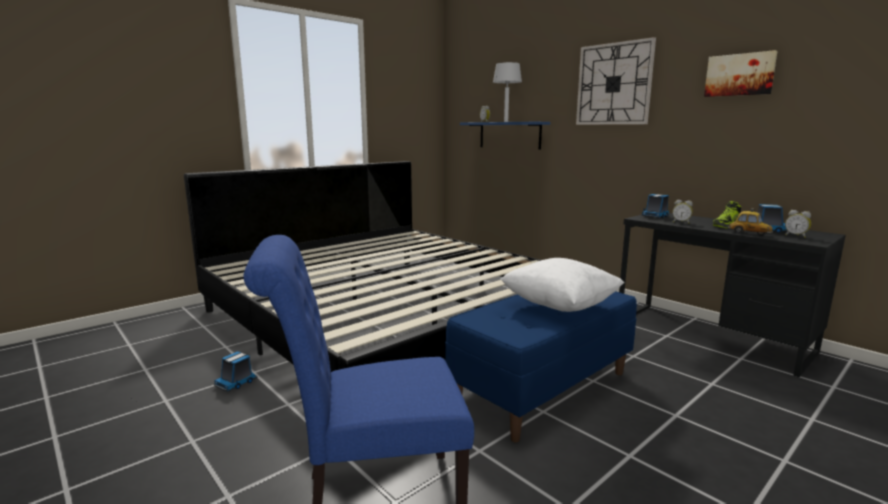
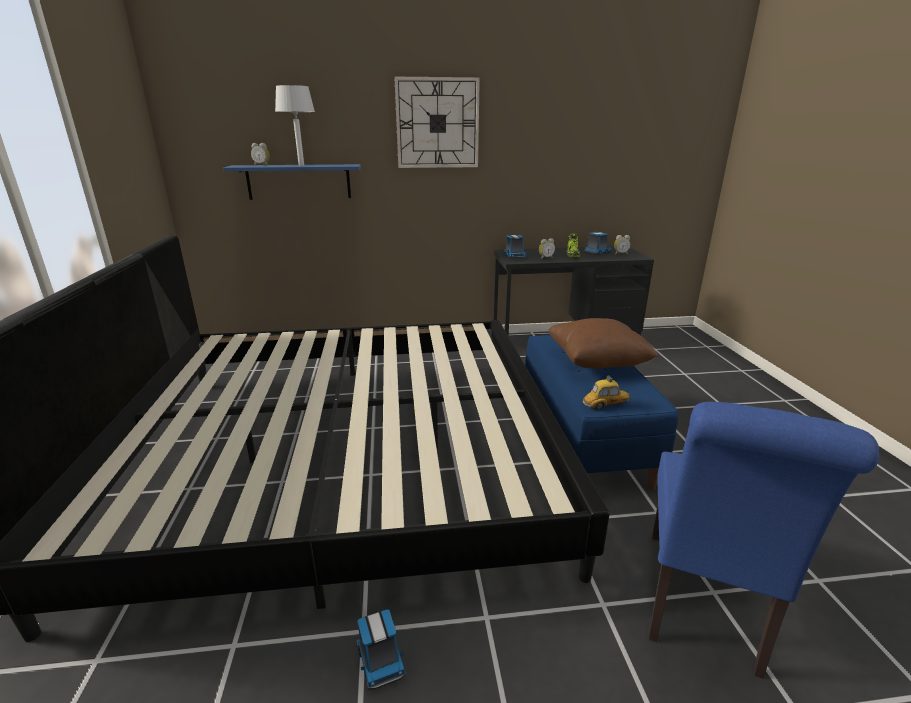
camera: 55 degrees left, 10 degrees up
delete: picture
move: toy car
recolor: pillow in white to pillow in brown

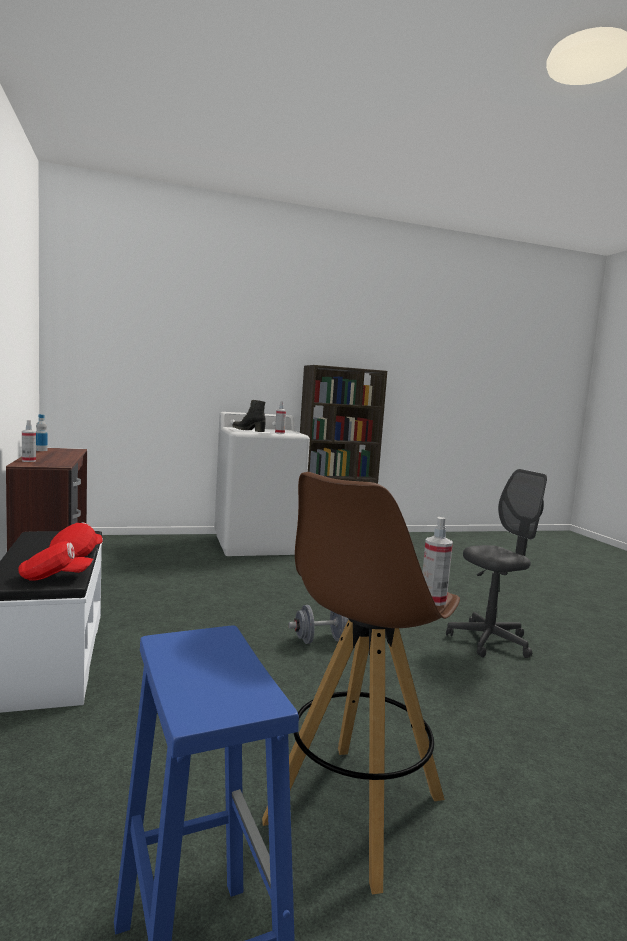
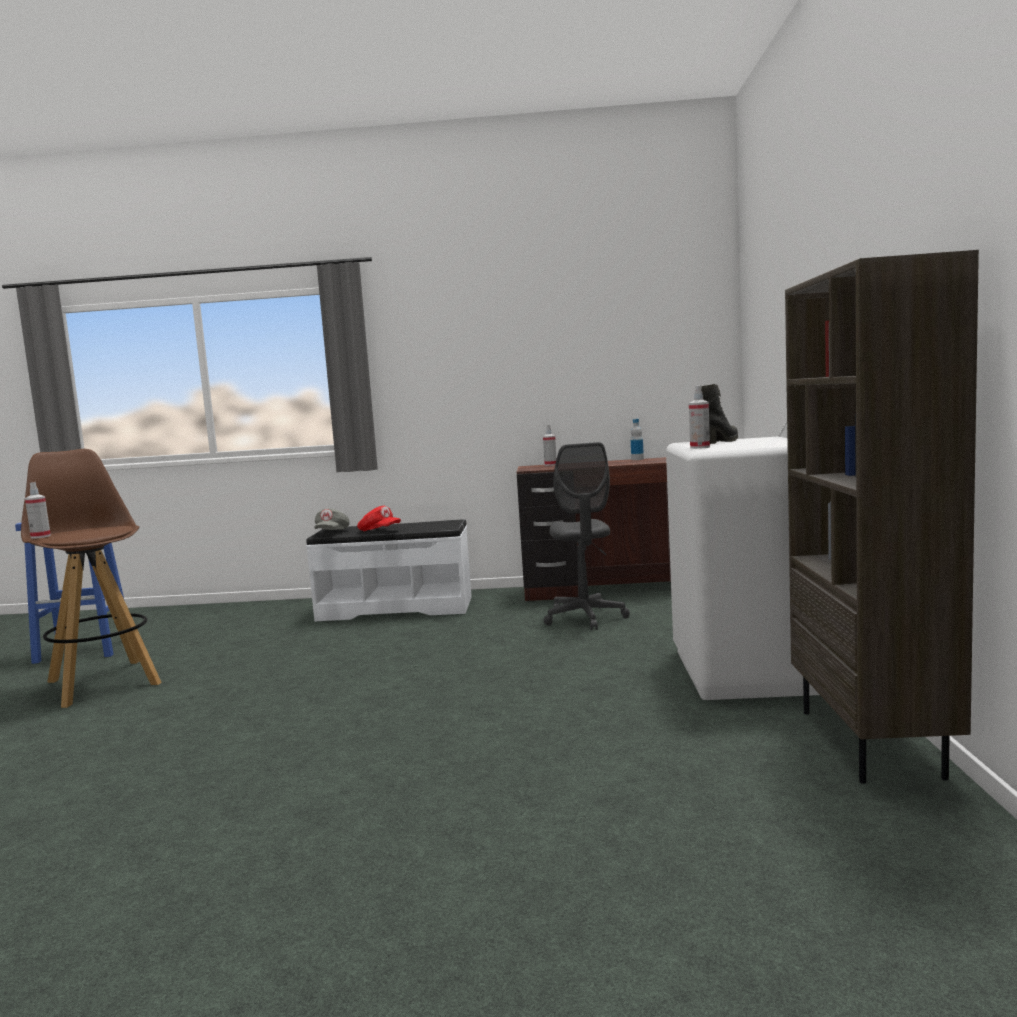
camera: 110 degrees right, 0 degrees up
delete: dumbbell in grey
move: office chair in grey
recolor: cap in red (1st from left) to cap in grey

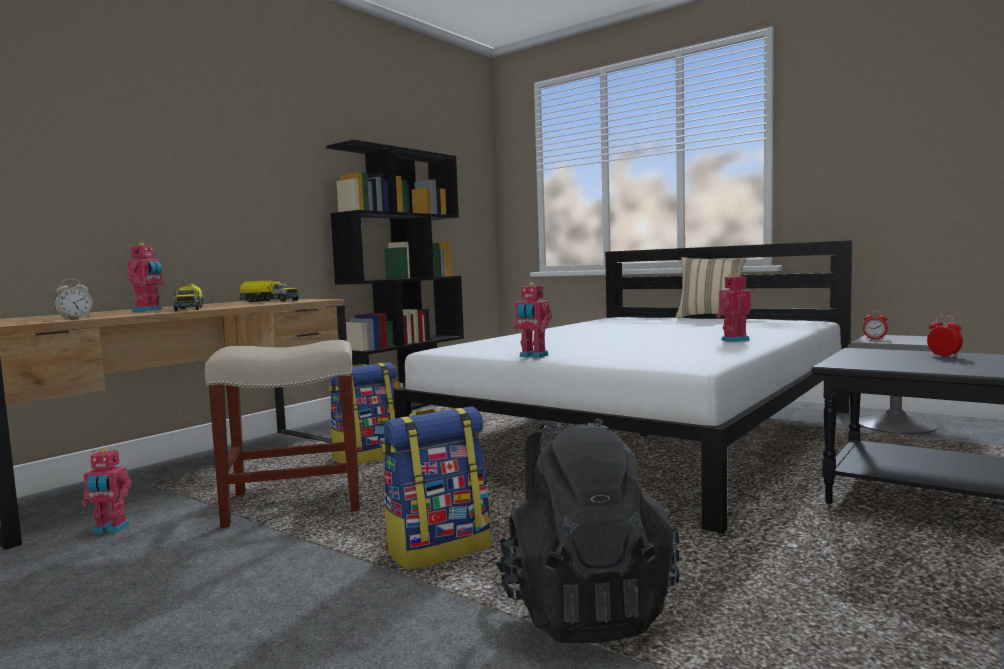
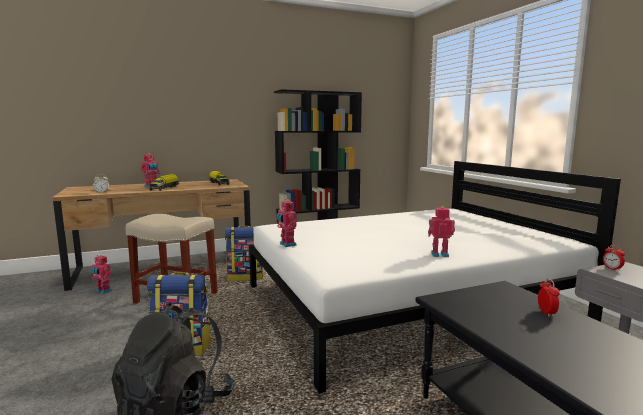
camera: 30 degrees right, 5 degrees up
delete: pillow in beige

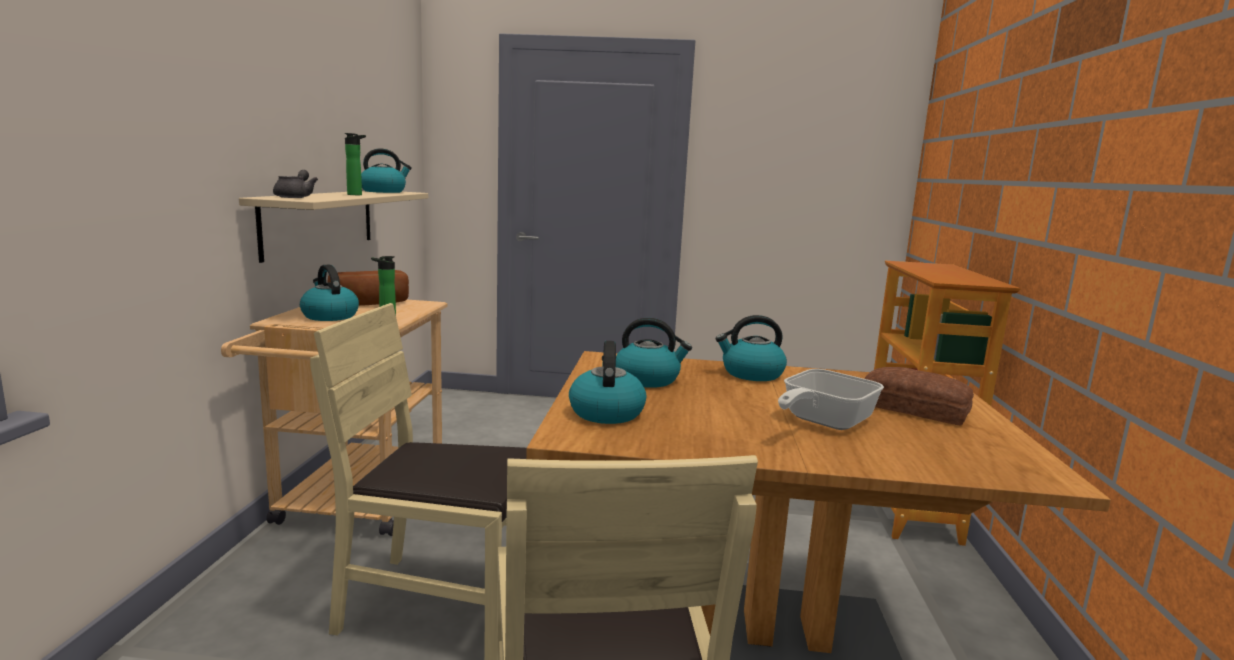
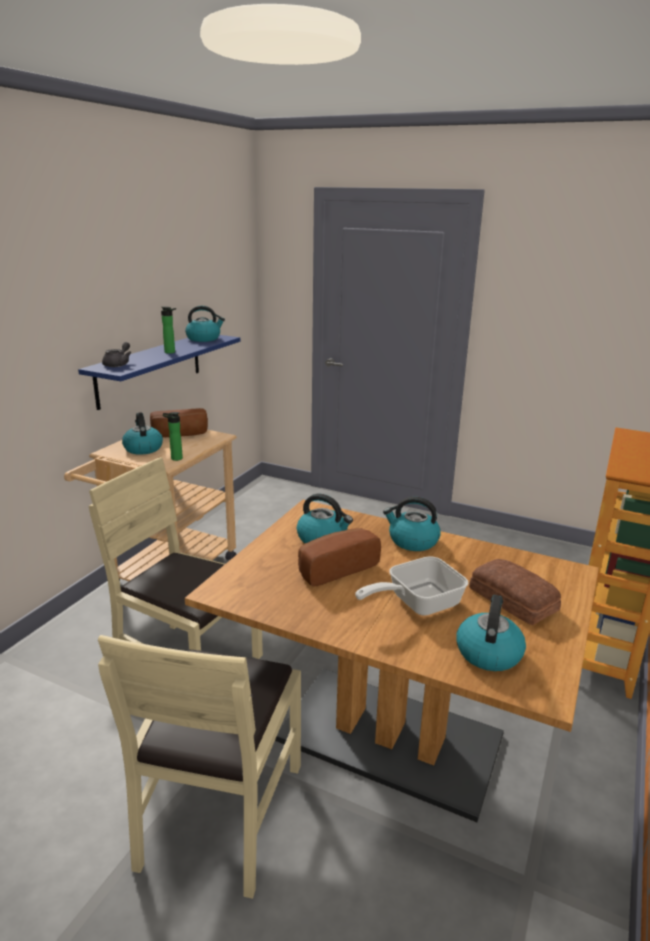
camera: 20 degrees right, 10 degrees up
insert: bread (2nd from left)
move: kettle (3rd from left in the first image) to kettle (5th from left)
recolor: shelf in beige to shelf in blue

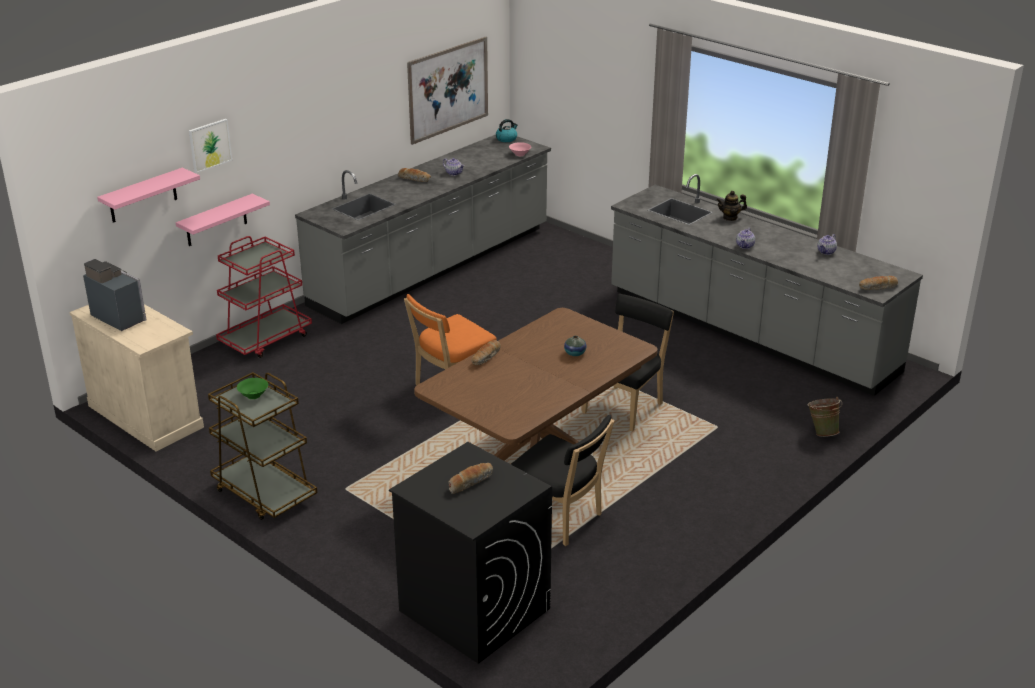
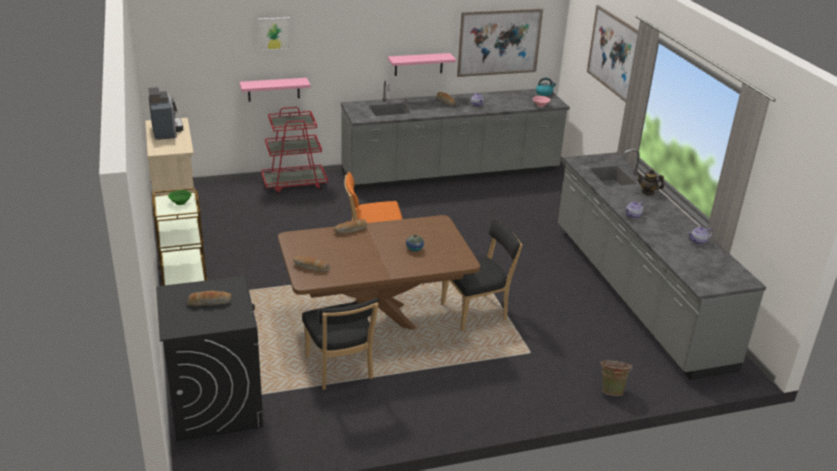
camera: 30 degrees right, 0 degrees up
insert: picture (3rd from left)
move: shelf in pink (1st from left in the first image) to shelf in pink (2nd from left); bread (4th from left in the first image) to bread (2nd from left)

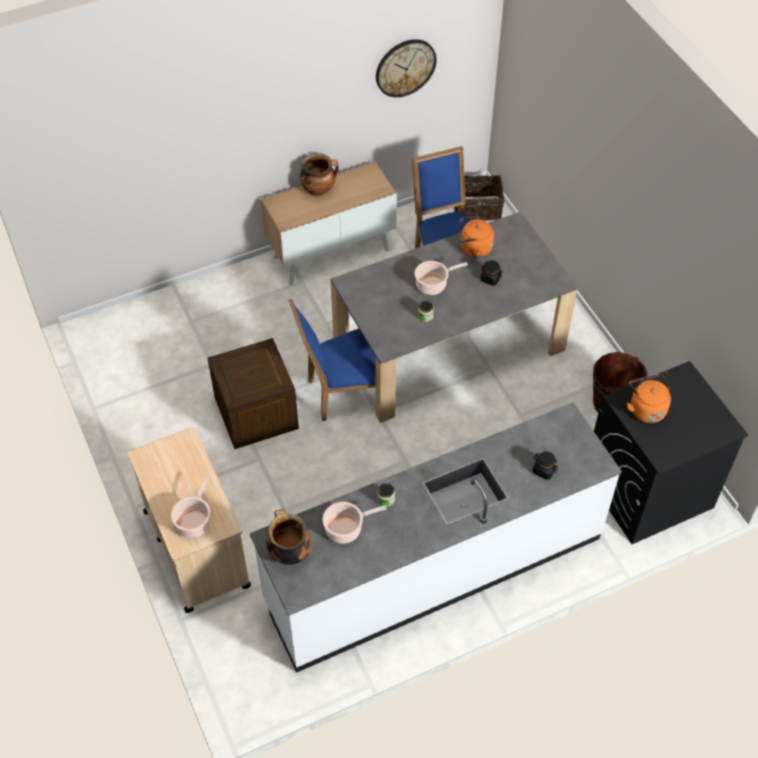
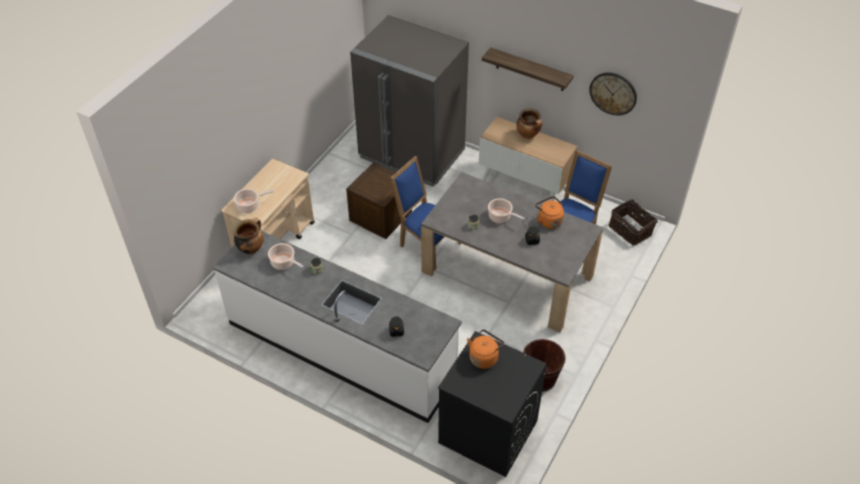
camera: 55 degrees right, 5 degrees down
insert: fridge in grey; shelf

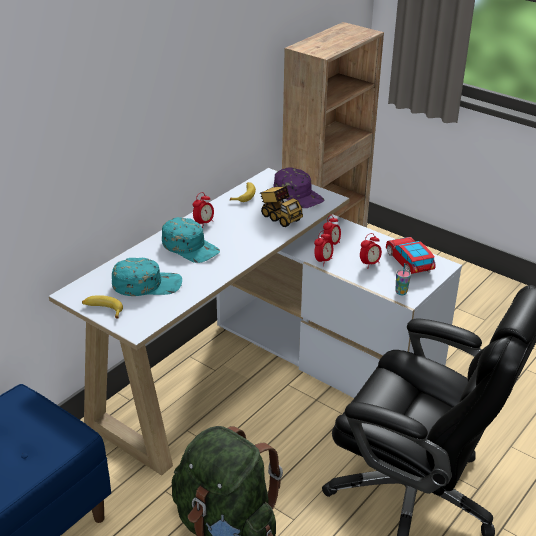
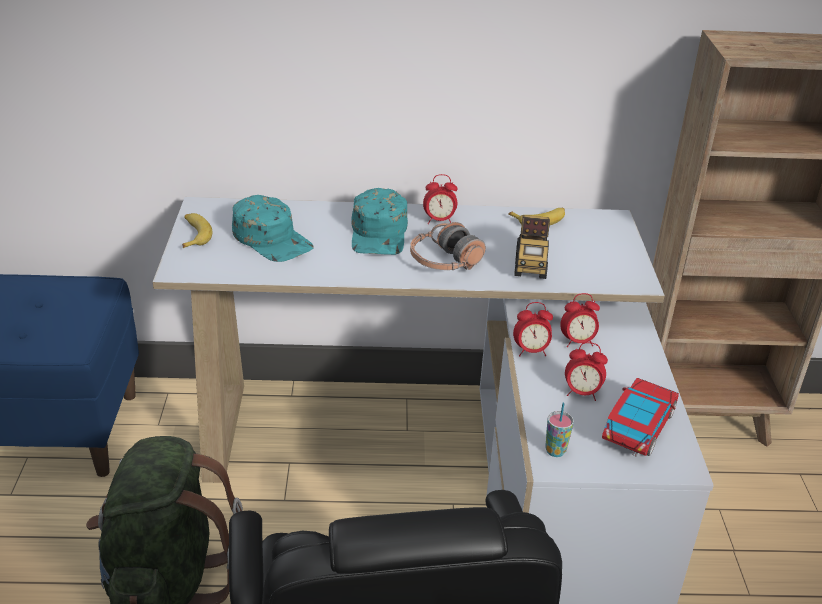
camera: 50 degrees right, 0 degrees up
delete: cap in purple
insert: headphones

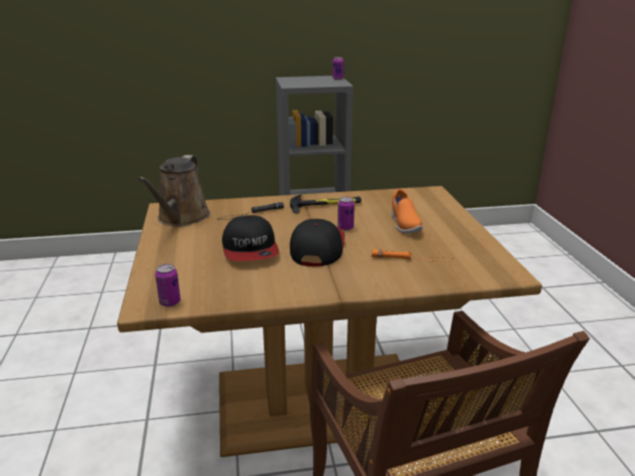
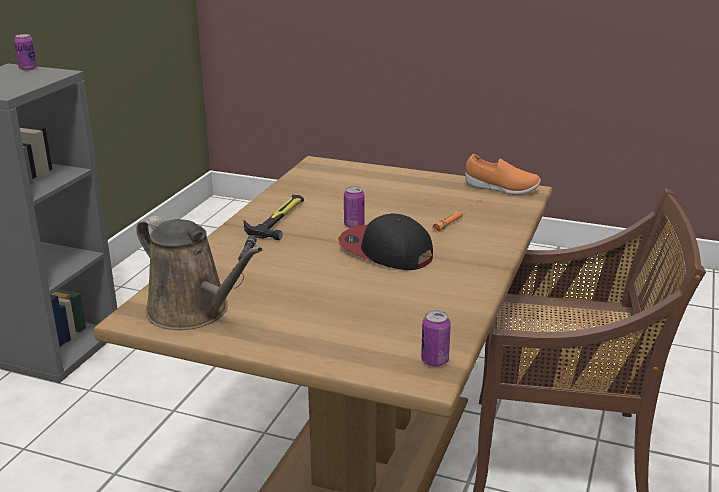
camera: 60 degrees left, 0 degrees up
delete: cap (1st from left)
move: shoe in orange

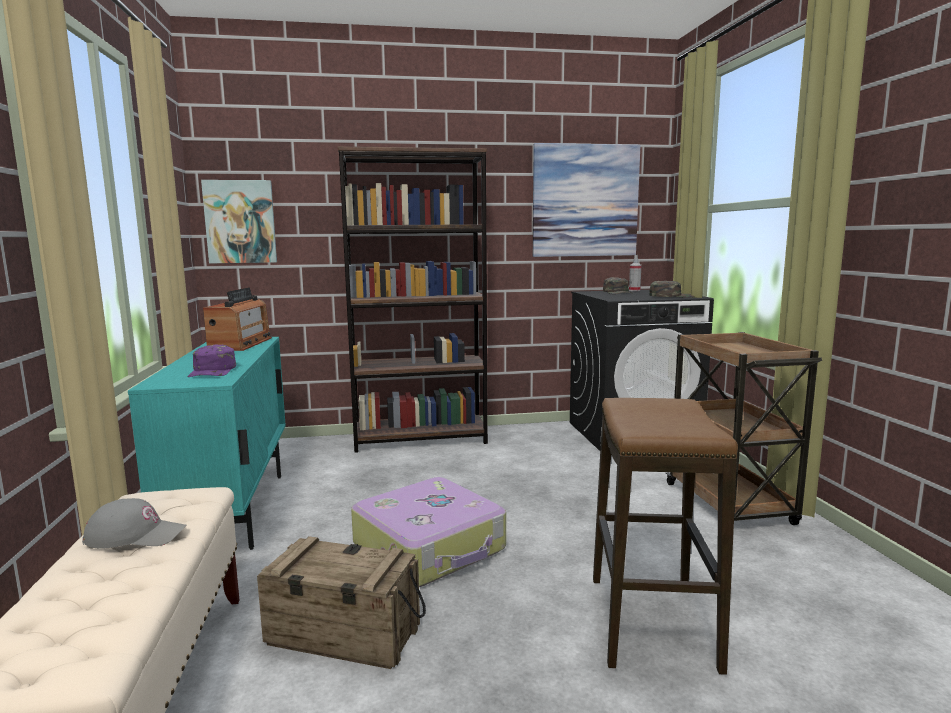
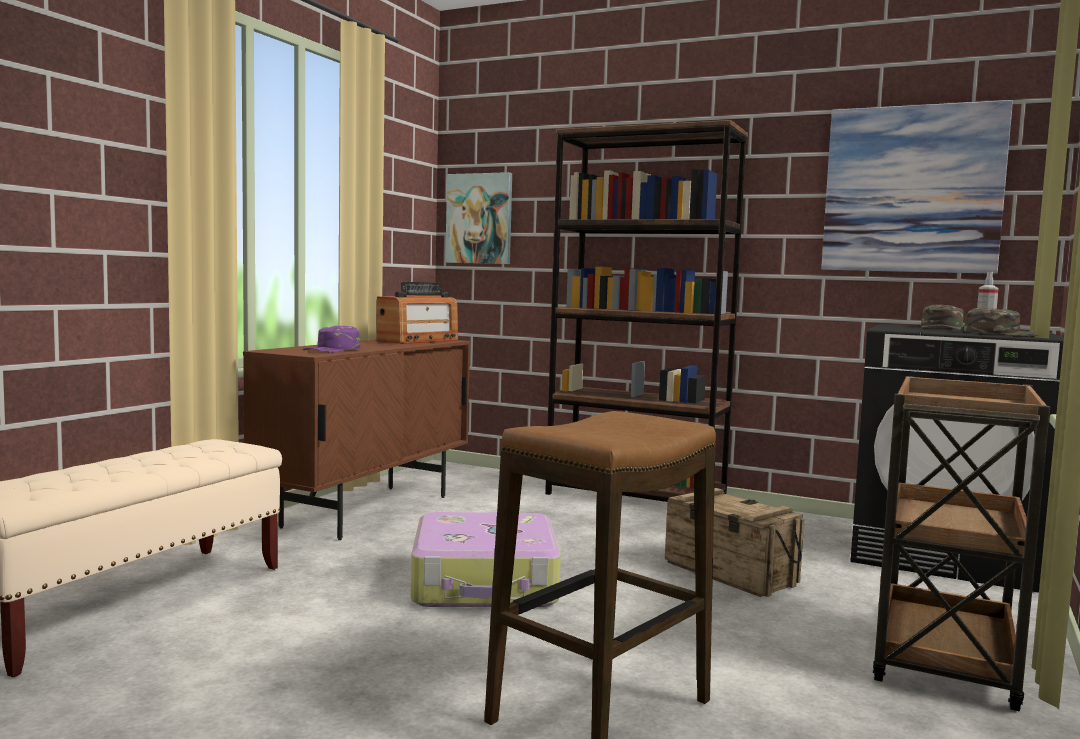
camera: 35 degrees right, 5 degrees down
delete: cap in grey
move: crate
recolor: cabinet in turquoise to cabinet in brown

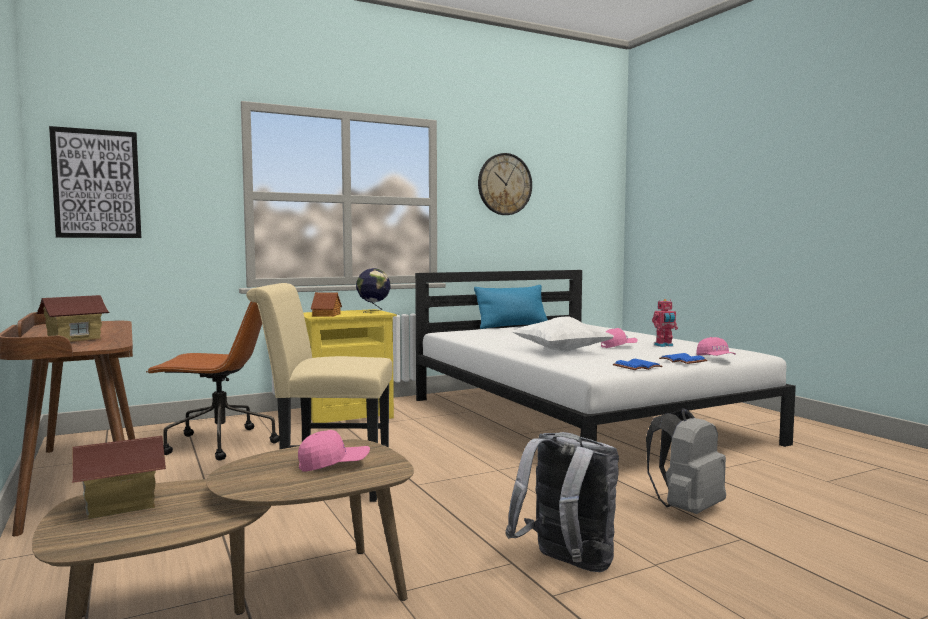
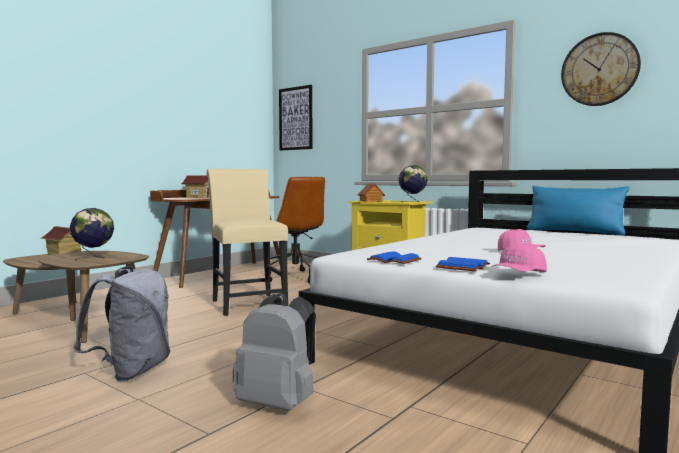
camera: 65 degrees right, 0 degrees up
delete: toy robot; pillow in white
replace: cap in pink (1st from left) to globe (1st from left)

